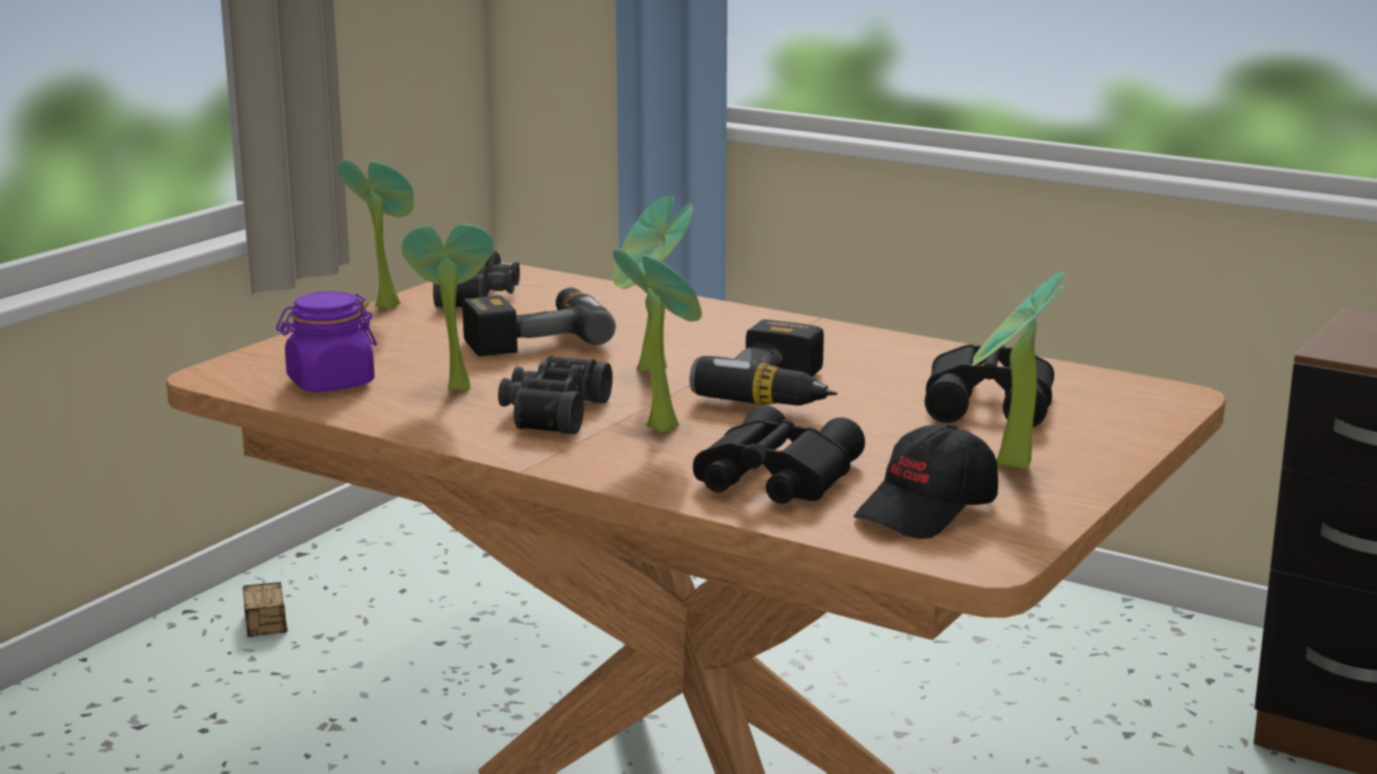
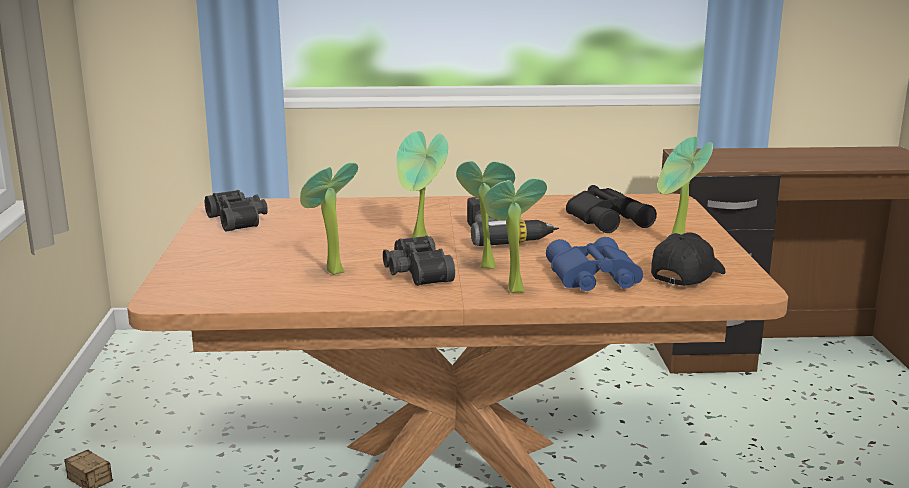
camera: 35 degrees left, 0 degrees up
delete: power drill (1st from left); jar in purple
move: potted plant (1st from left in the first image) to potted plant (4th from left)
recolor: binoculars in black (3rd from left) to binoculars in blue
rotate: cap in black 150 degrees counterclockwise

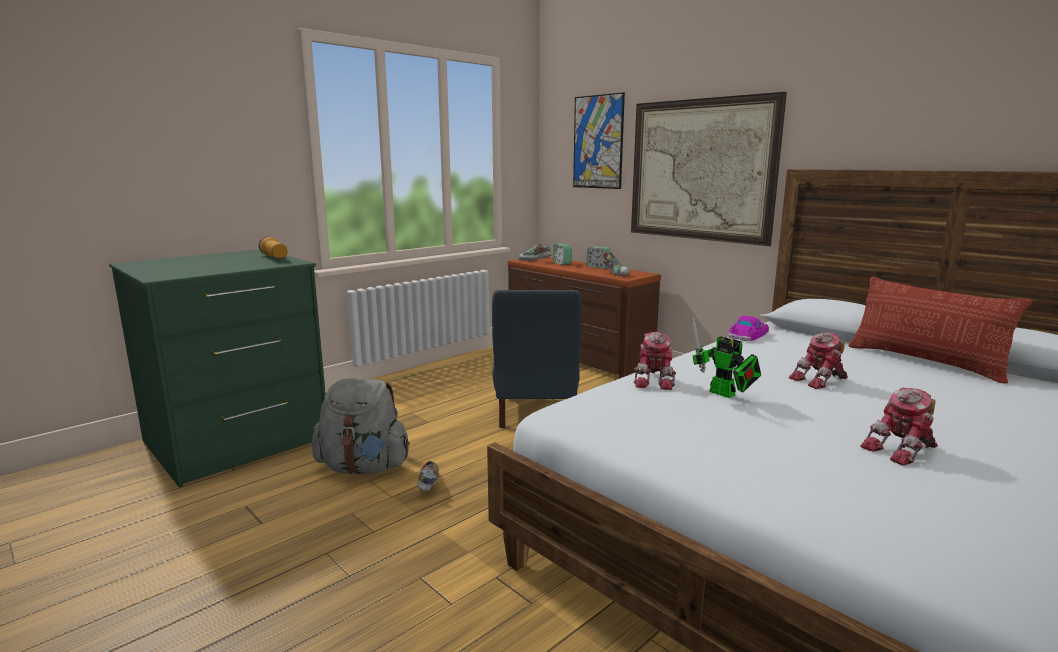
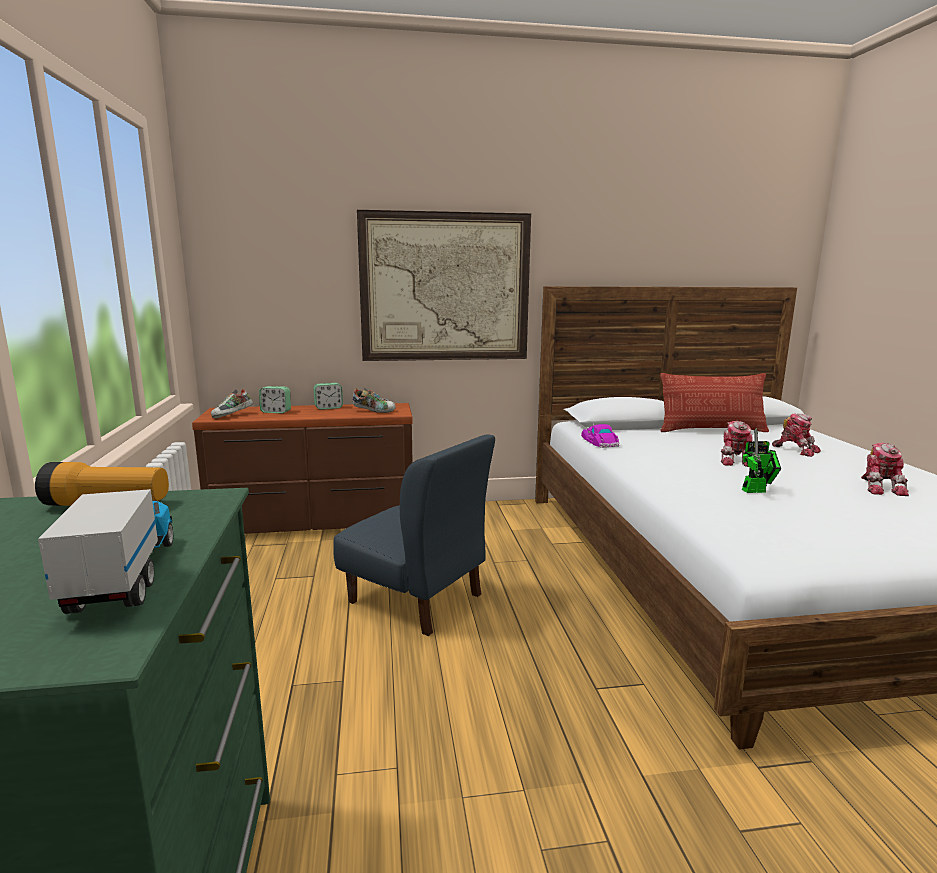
camera: 55 degrees left, 0 degrees up
delete: picture (1st from left); backpack in grey; shoe (1st from left)
insert: toy truck
move: toy robot (1st from left in the first image) to toy robot (3rd from left)

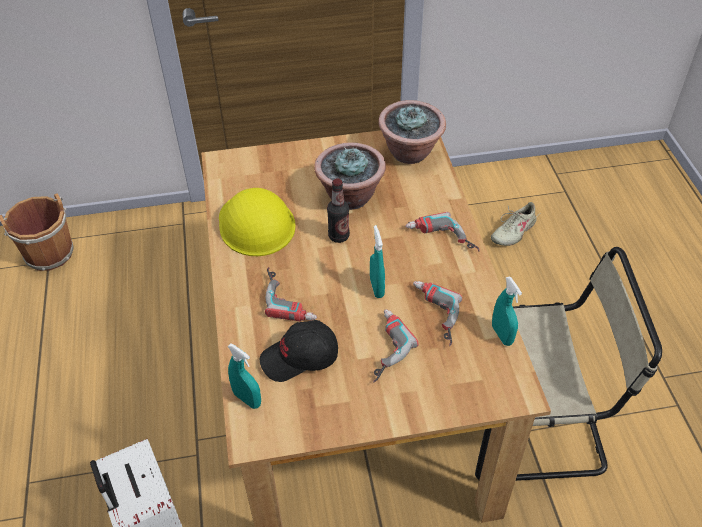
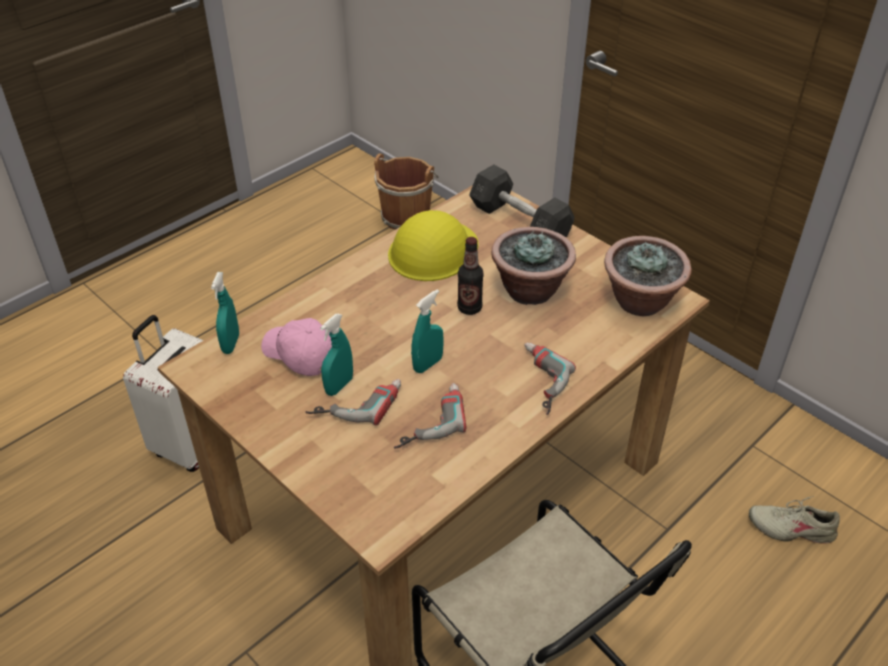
camera: 55 degrees right, 5 degrees down
delete: power drill (1st from left)
insert: dumbbell in grey
move: spray bottle in turquoise (3rd from left in the first image) to spray bottle in turquoise (2nd from left)
recolor: cap in black to cap in pink

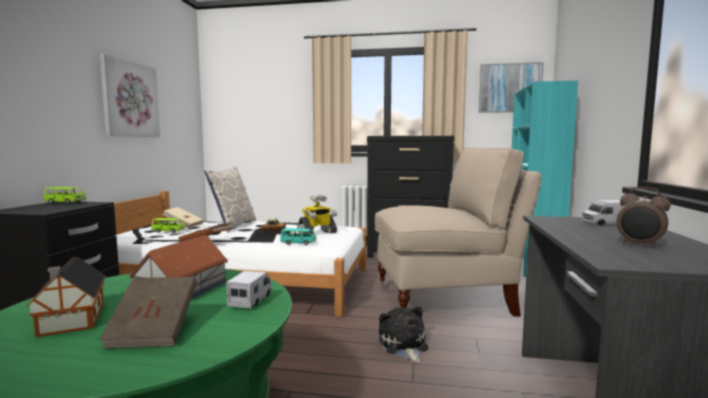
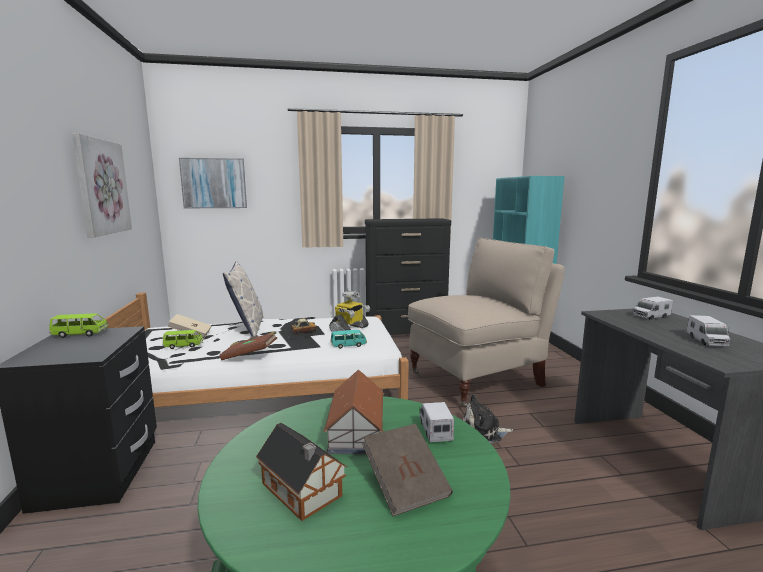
camera: 20 degrees left, 5 degrees up
move: picture (2nd from left)
replace: alarm clock to toy truck (3rd from left)
rotate: plush toy 60 degrees counterclockwise

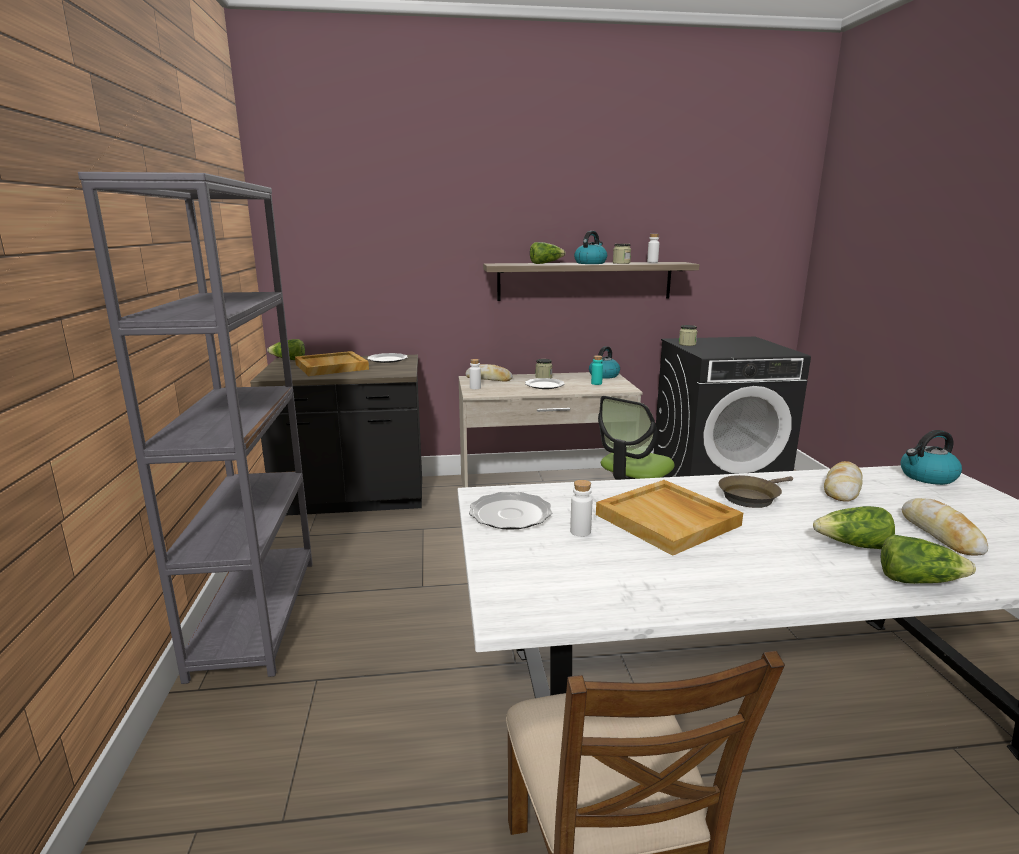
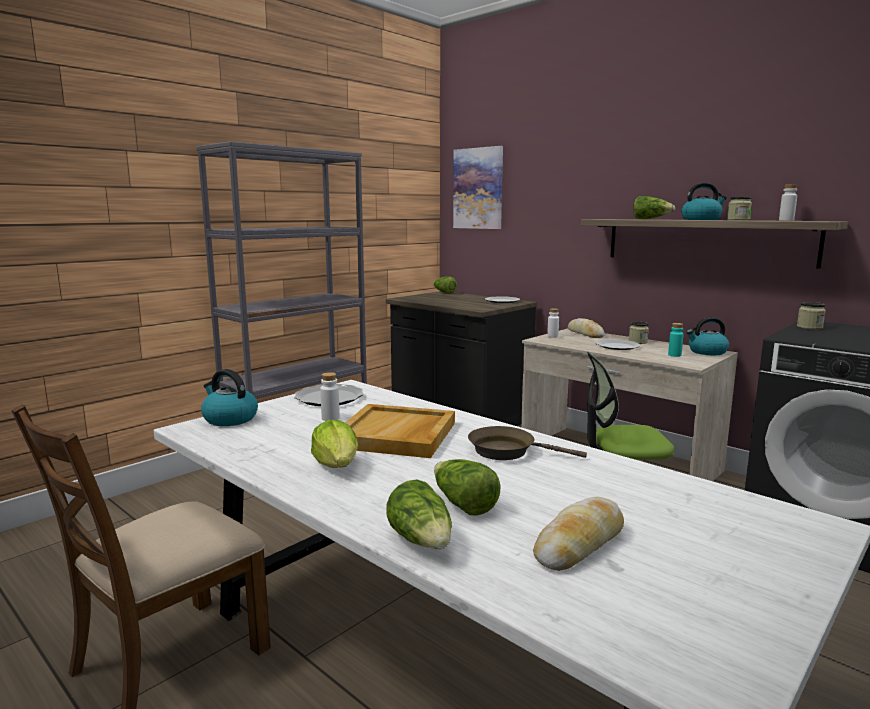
camera: 50 degrees right, 5 degrees down
delete: tray in beige (1st from left); bread (2nd from left)
insert: picture; lettuce (1st from left)
move: kettle (3rd from left in the first image) to kettle (1st from left)

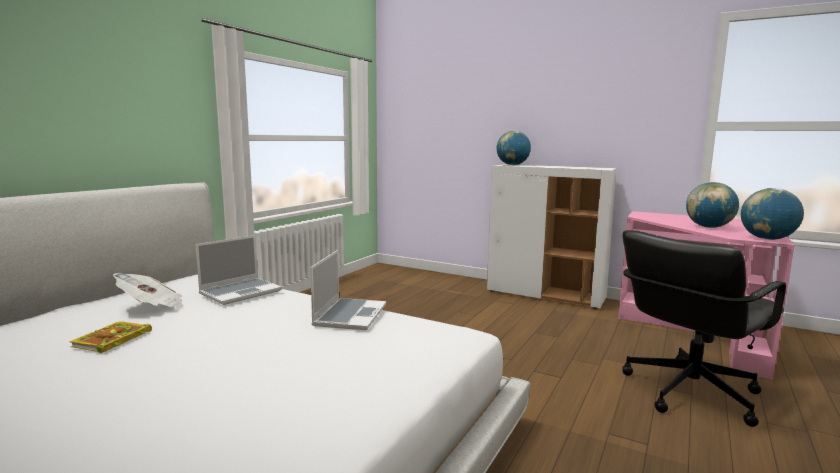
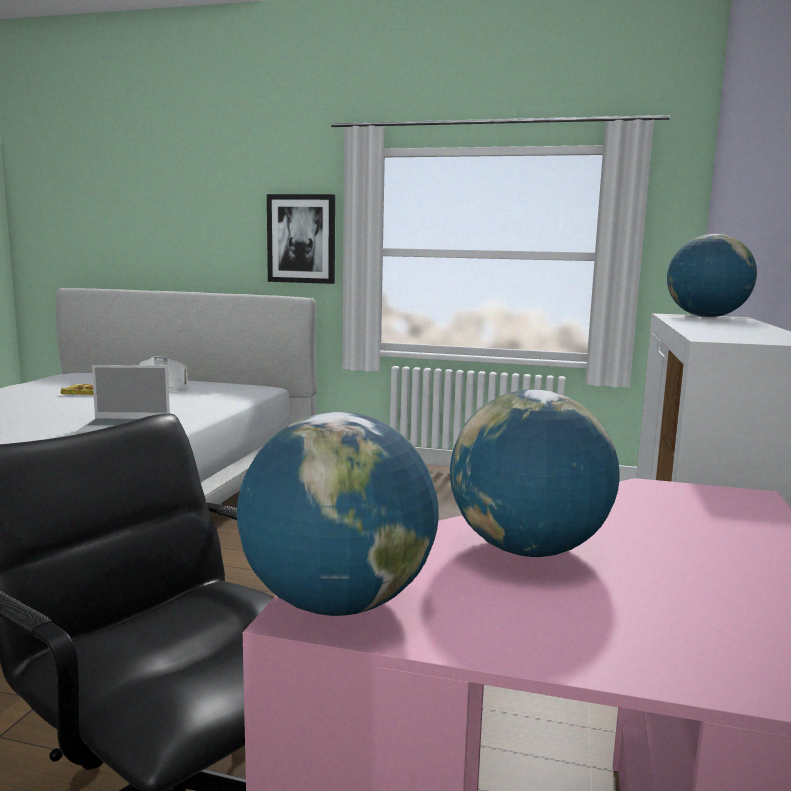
camera: 75 degrees right, 0 degrees up
delete: laptop (1st from left)
insert: picture

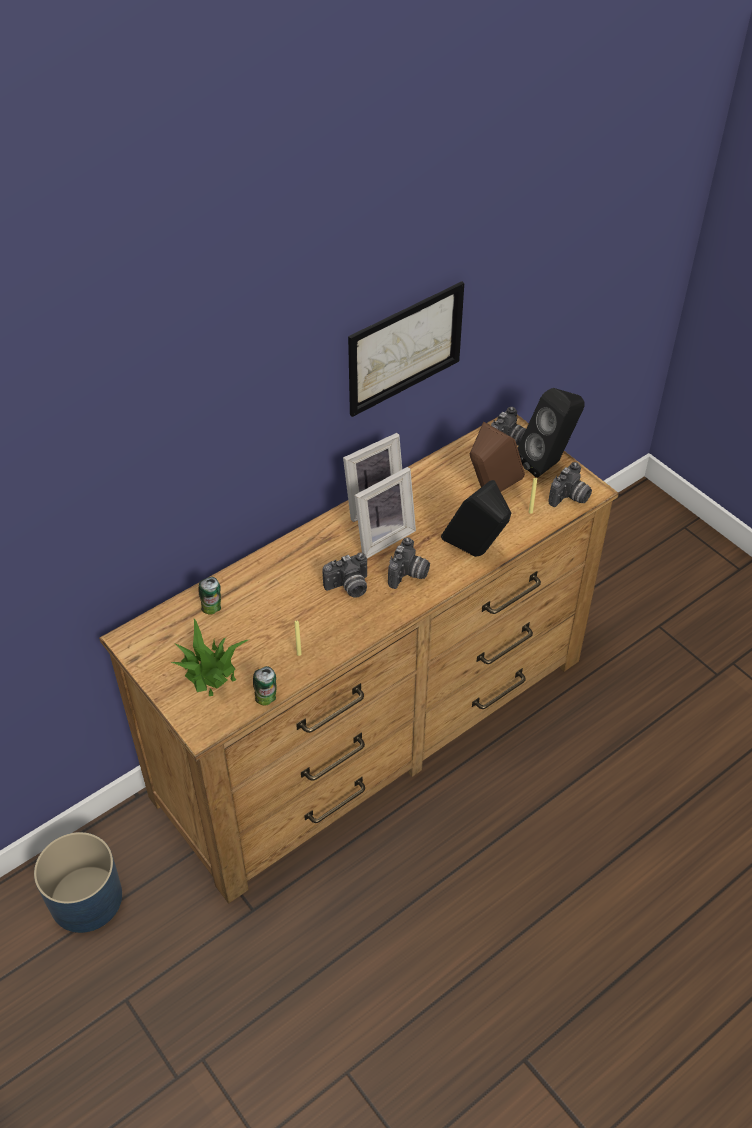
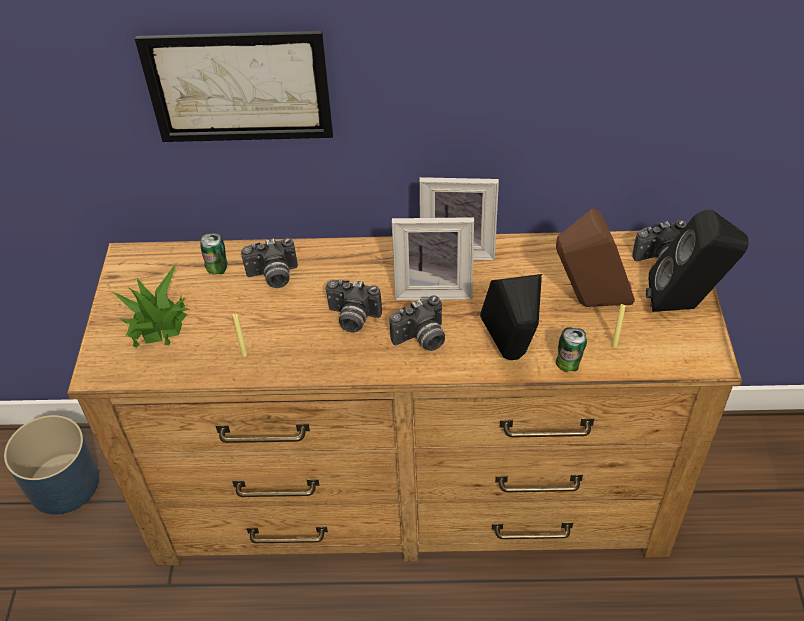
camera: 40 degrees right, 0 degrees up
move: picture; photo camera (4th from left in the first image) to photo camera (1st from left); can (2nd from left)

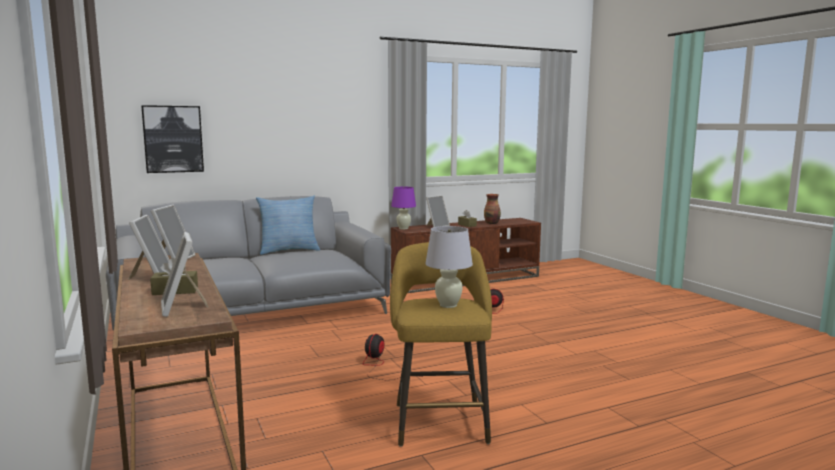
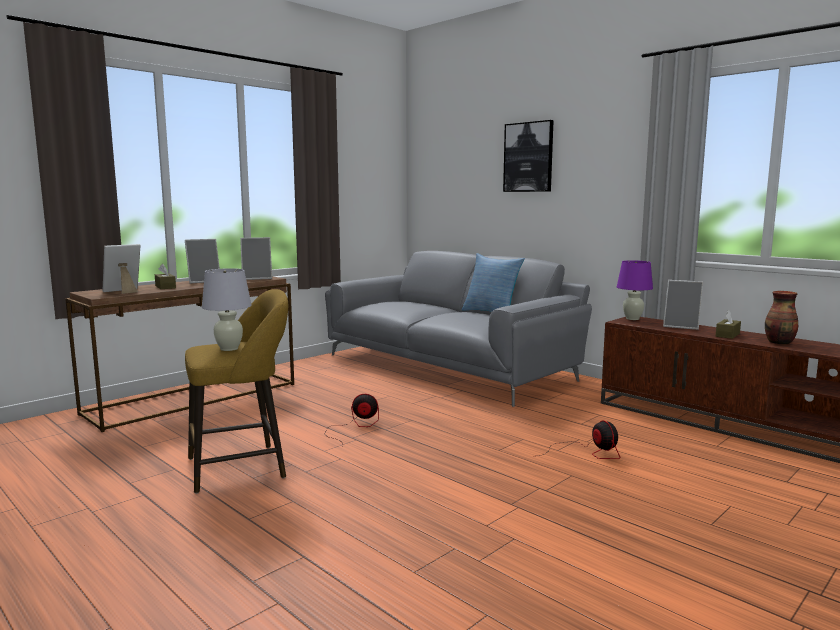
camera: 70 degrees right, 0 degrees up
move: picture

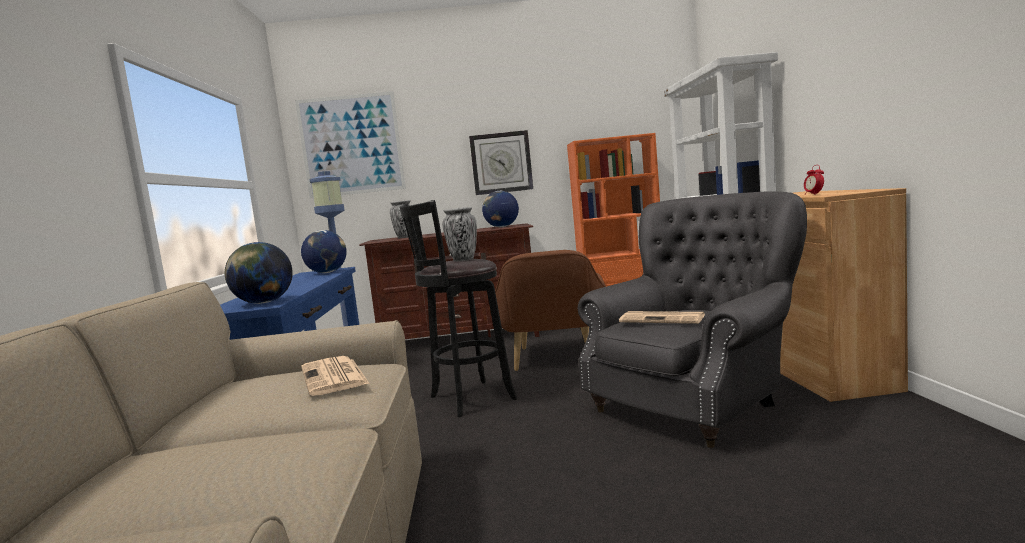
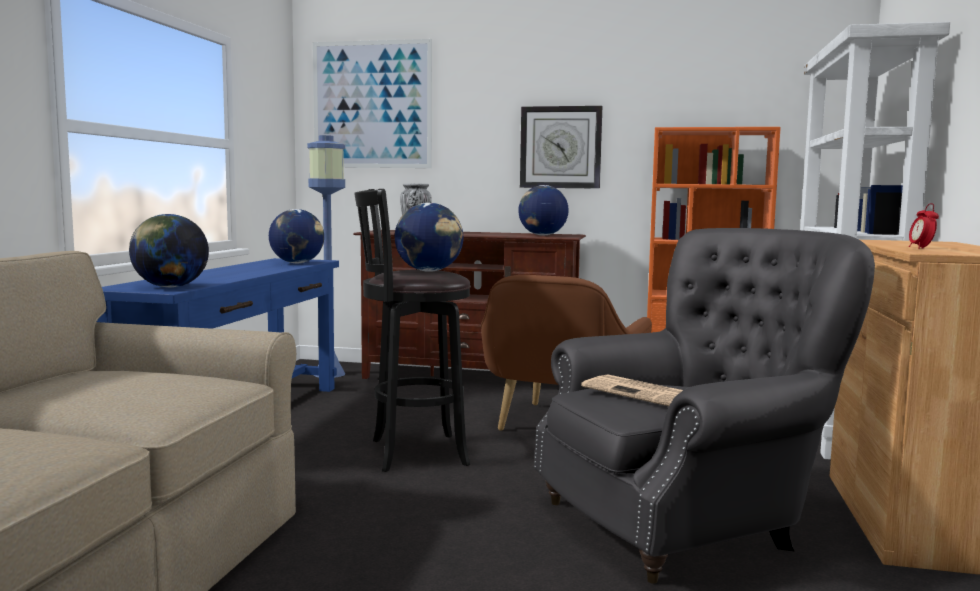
camera: 15 degrees right, 0 degrees up
delete: newspaper (1st from left)
replace: vase (2nd from left) to globe (3rd from left)

